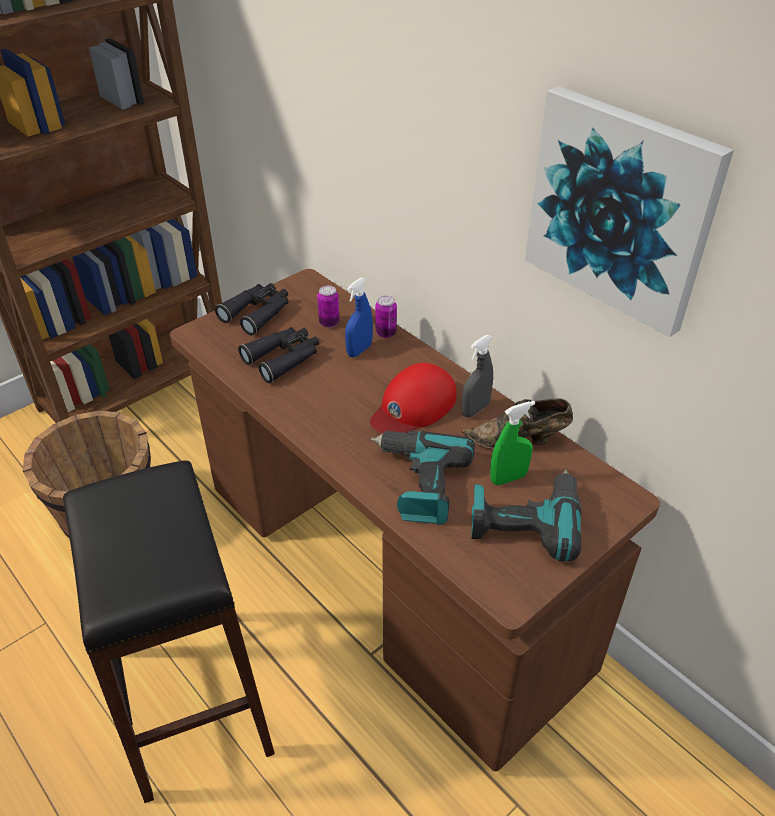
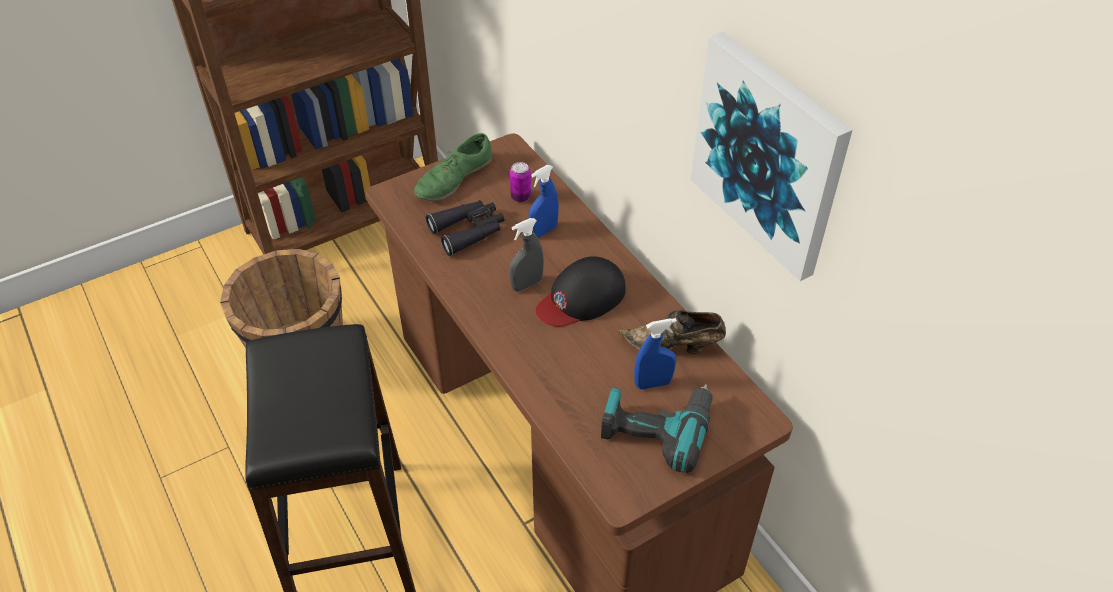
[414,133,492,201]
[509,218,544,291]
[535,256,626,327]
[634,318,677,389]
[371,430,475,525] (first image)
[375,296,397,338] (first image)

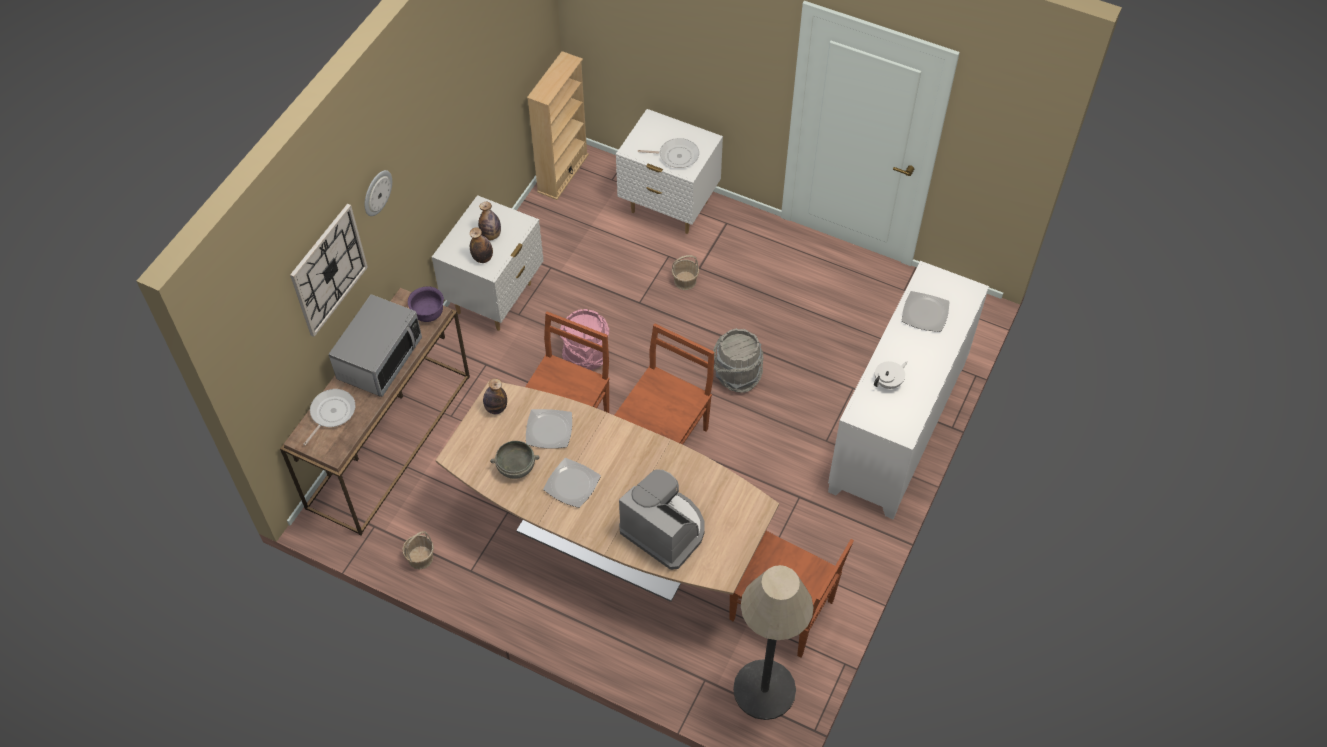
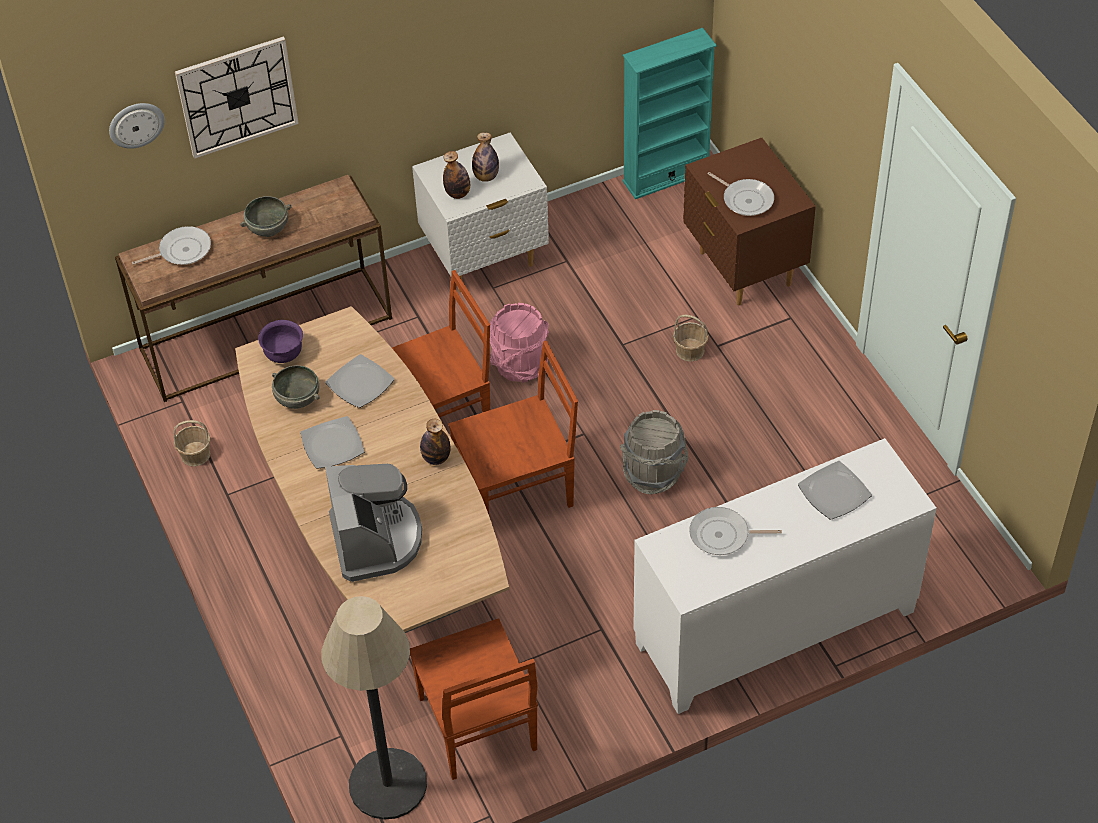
[109,103,165,149]
[241,196,291,237]
[258,320,303,363]
[420,419,451,465]
[622,28,717,199]
[683,138,816,305]
[689,507,782,555]

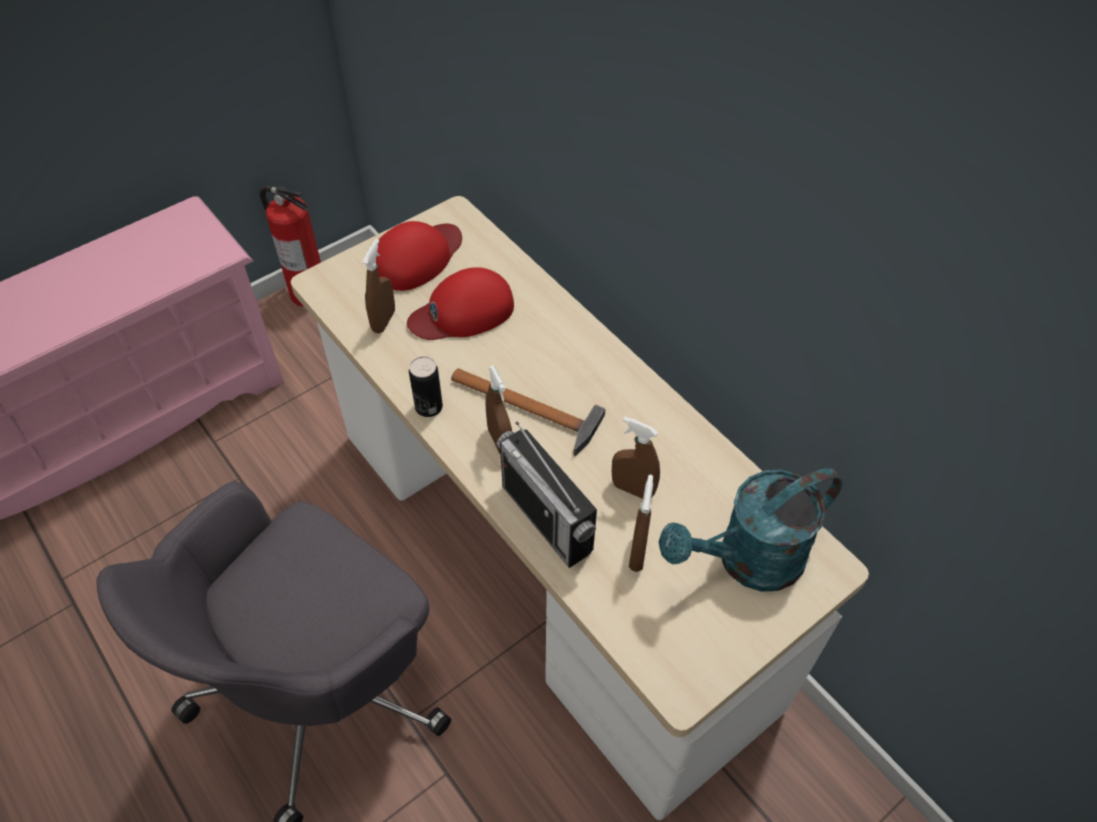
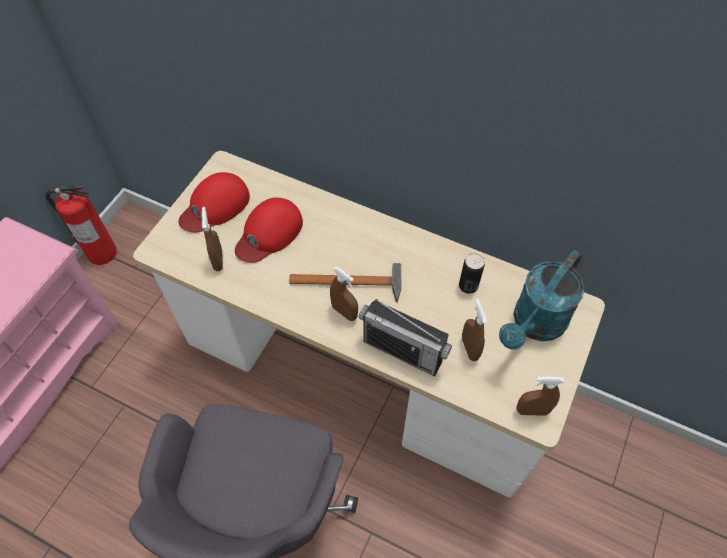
[179,172,250,233]
[459,253,485,294]
[516,376,564,416]

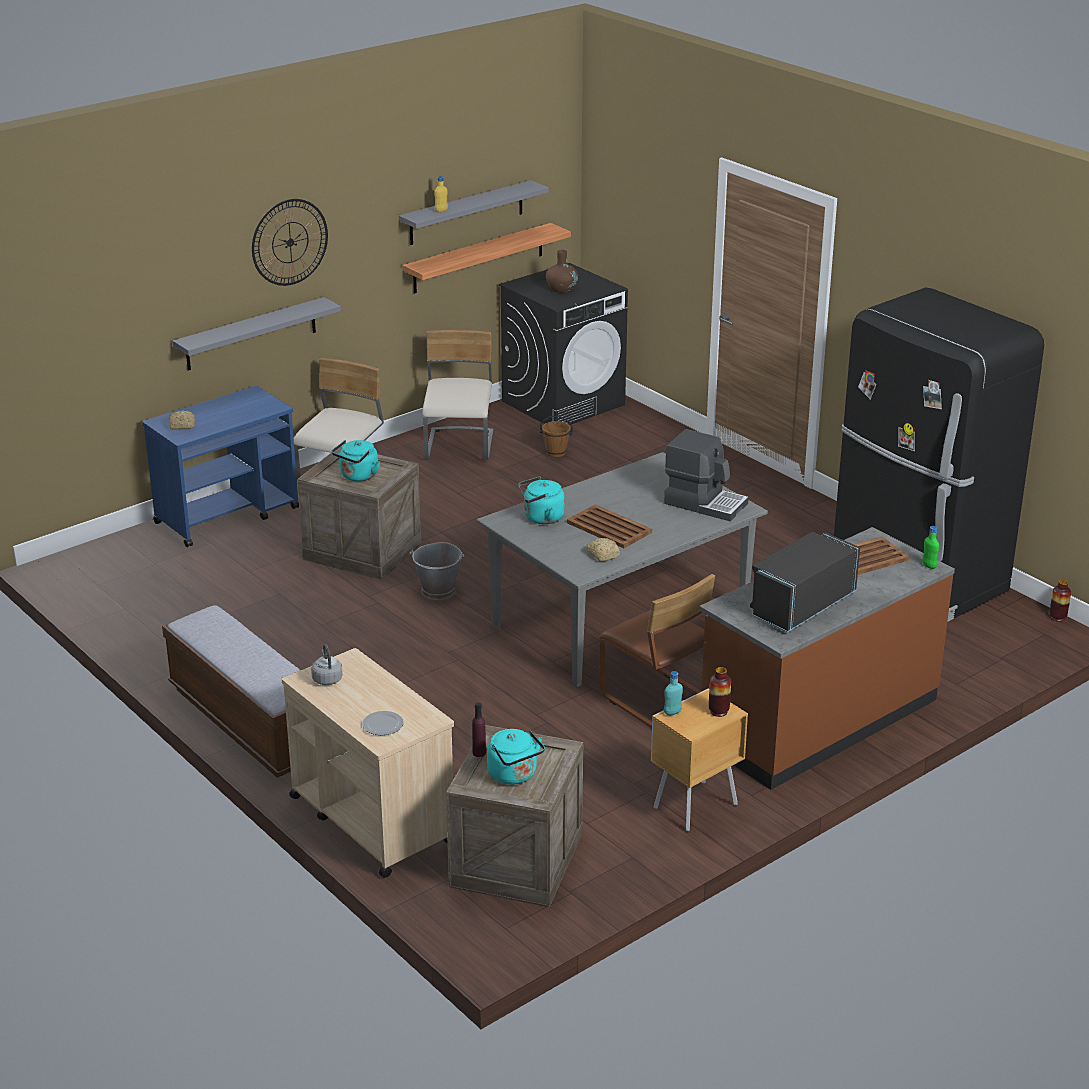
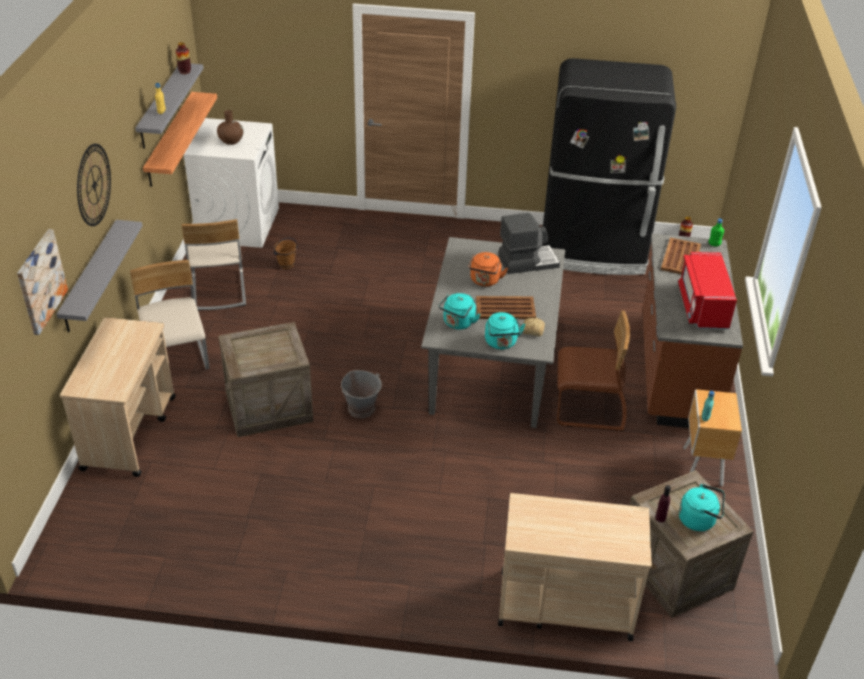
[17,229,68,335]
[60,317,176,477]
[176,42,191,74]
[181,219,246,311]
[184,118,279,248]
[468,252,508,286]
[485,312,526,349]
[678,252,737,329]
[162,605,300,778] (first image)
[169,411,195,430] (first image)
[311,644,343,685] (first image)
[362,711,404,735] (first image)

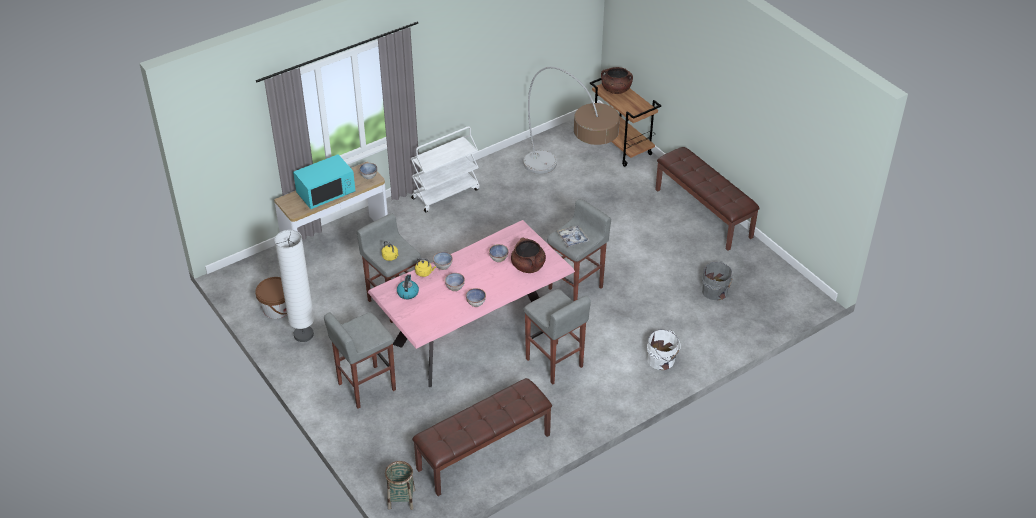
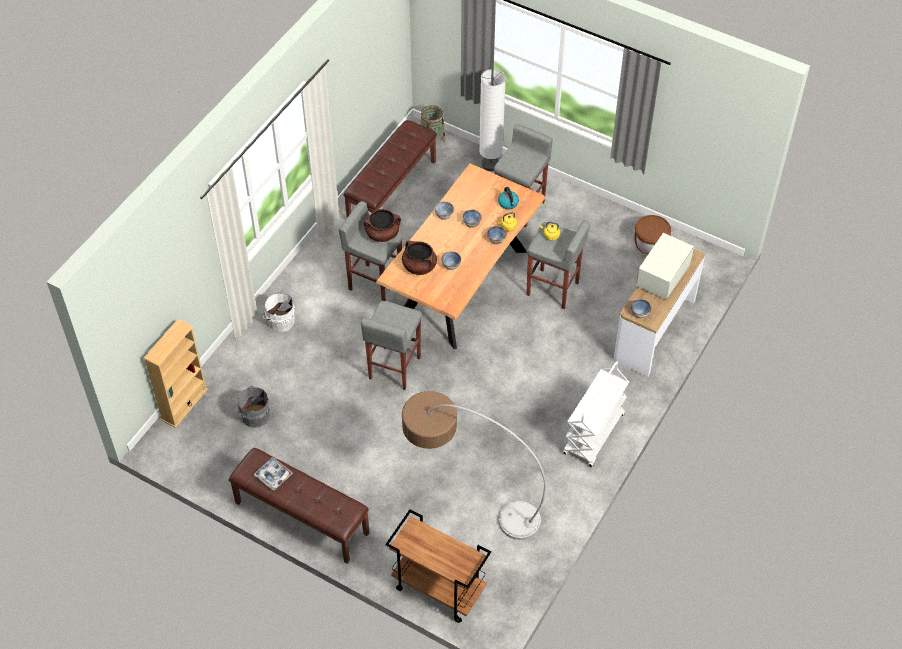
[143,319,208,428]
[253,457,293,490]
[364,209,401,242]
[375,164,546,349]
[479,69,506,171]
[636,233,694,300]

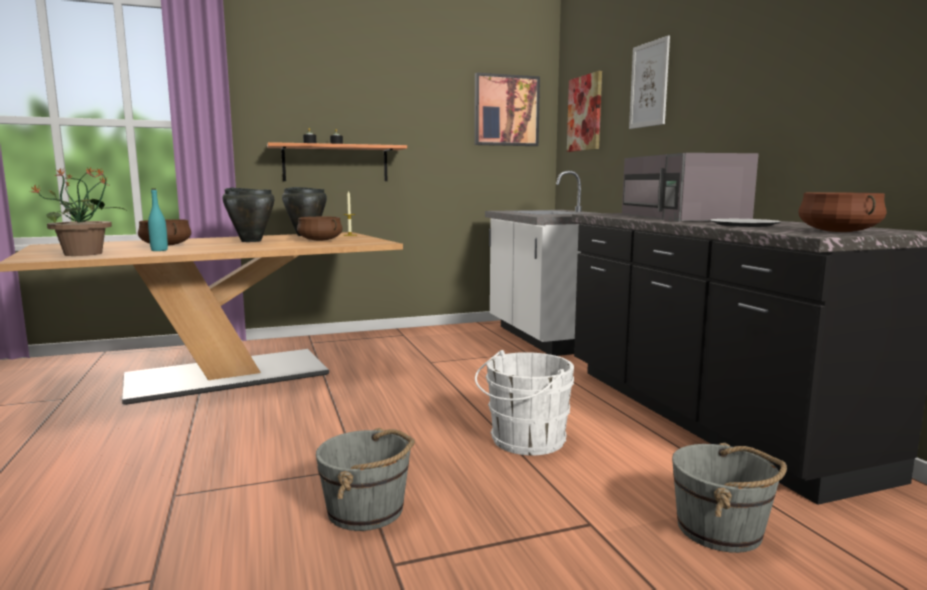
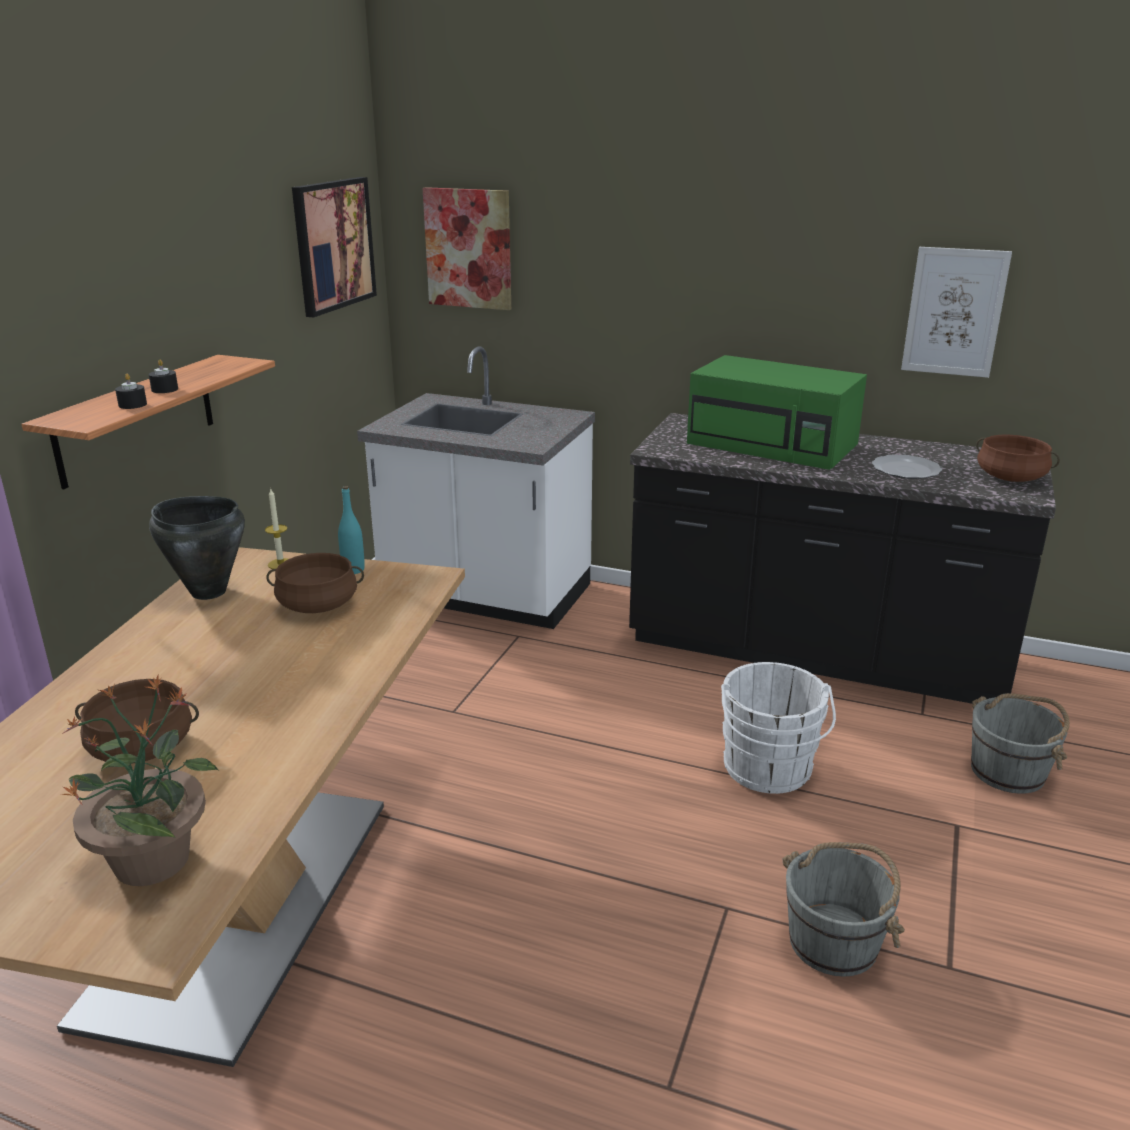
[338,486,365,574]
[687,355,867,470]
[901,247,1012,378]
[222,188,274,242] (first image)

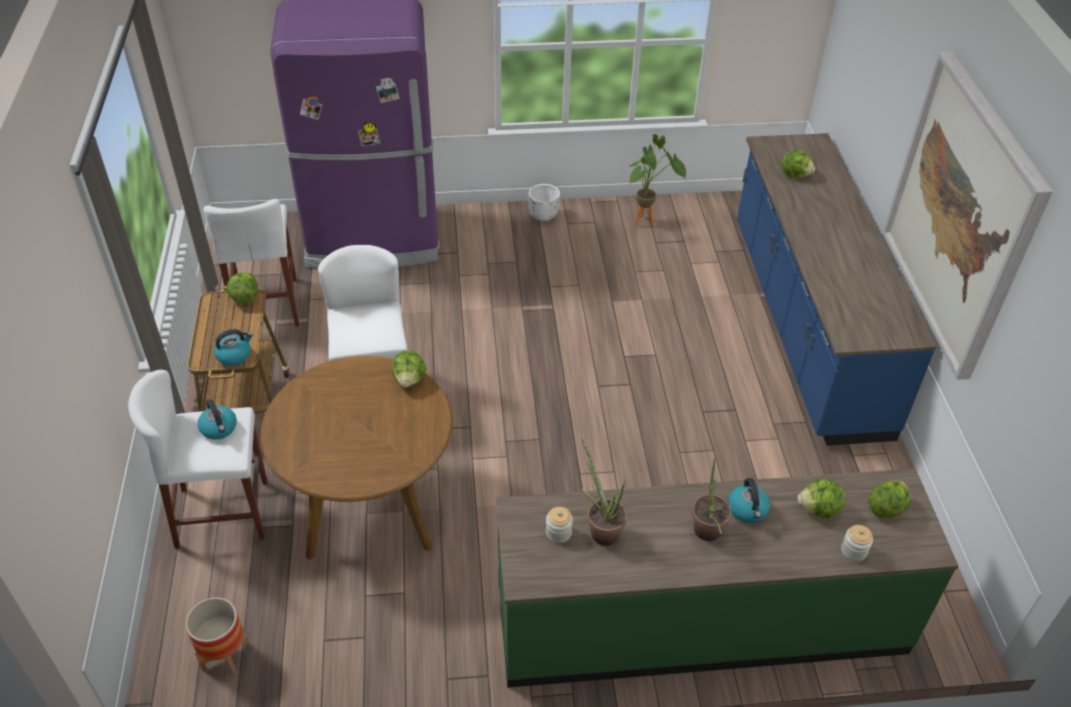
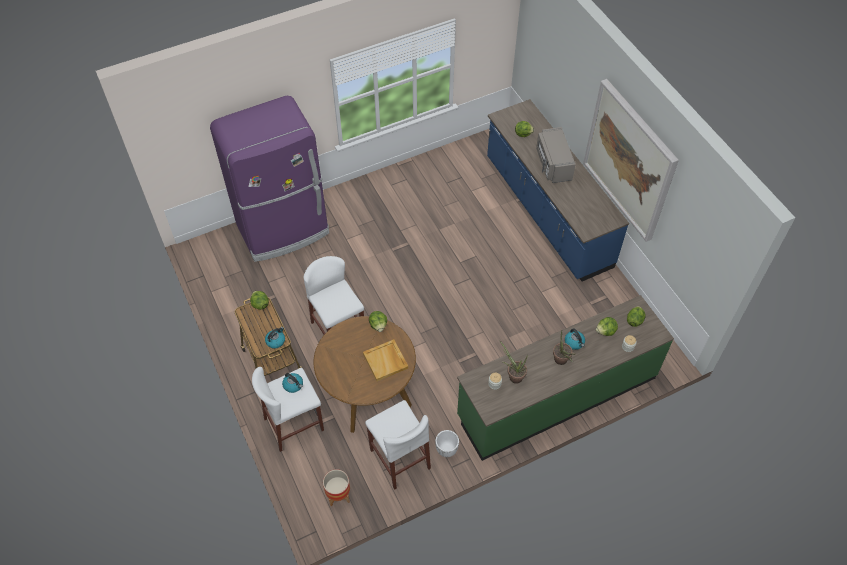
[363,339,408,381]
[365,400,431,490]
[435,430,459,457]
[536,127,576,183]
[629,134,686,226] (first image)

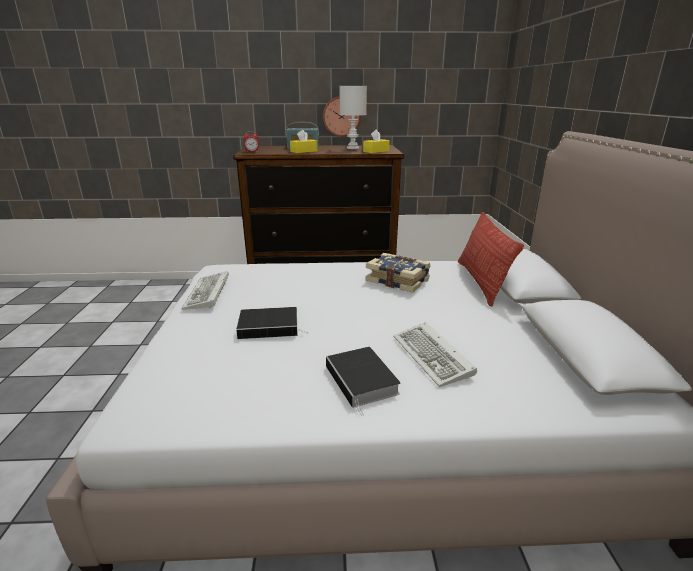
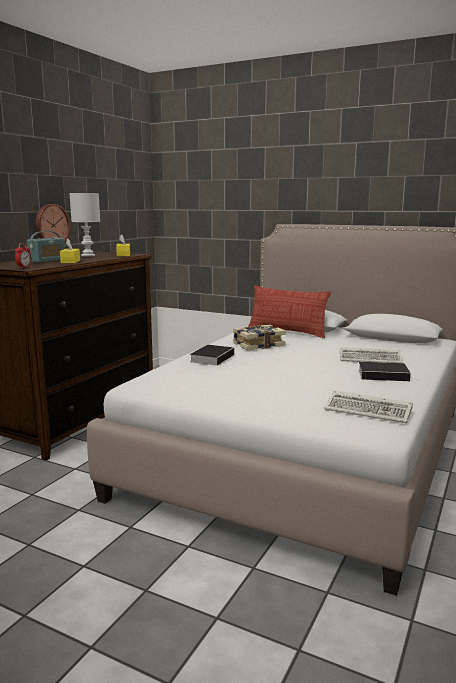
[190,345,234,366]
[325,390,413,423]

